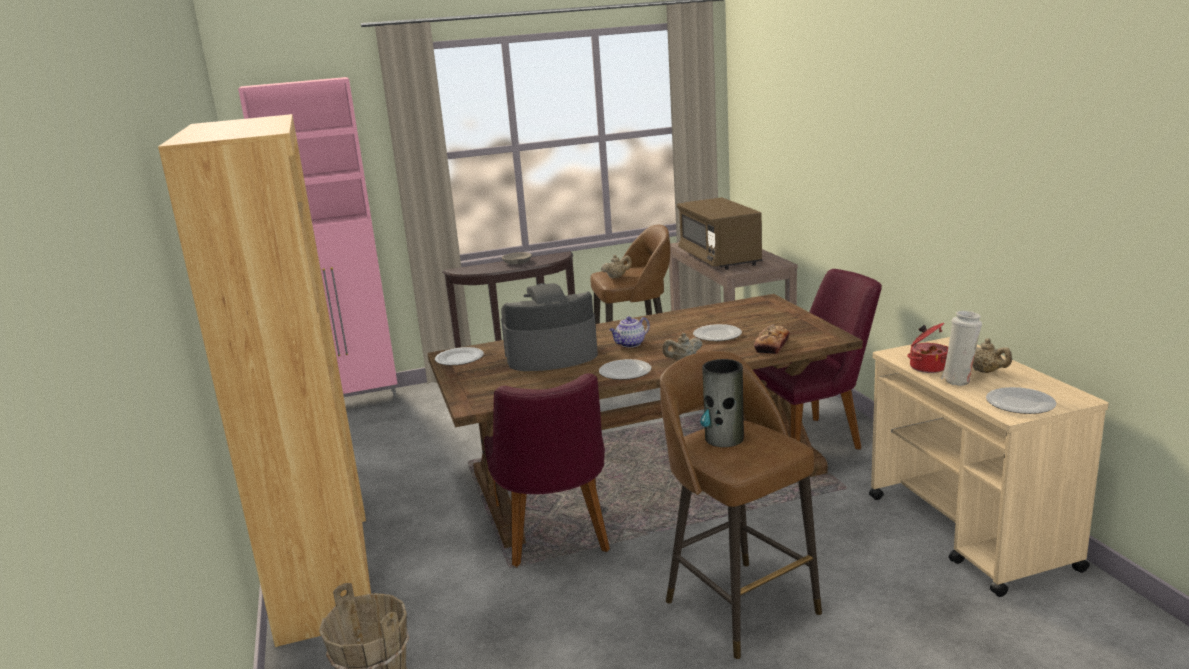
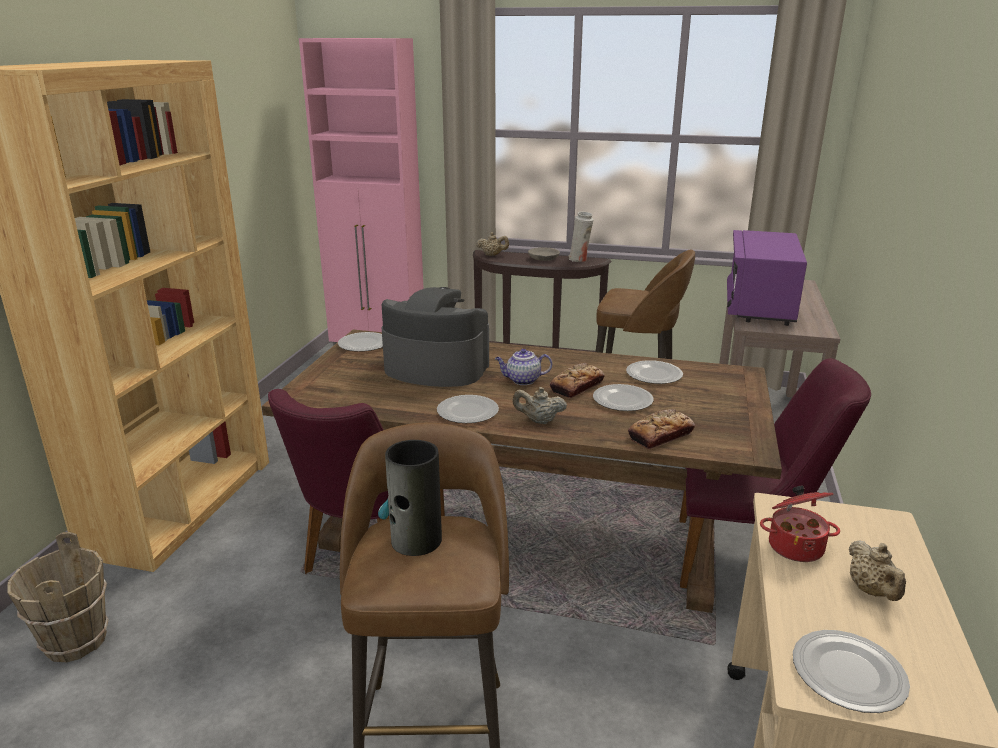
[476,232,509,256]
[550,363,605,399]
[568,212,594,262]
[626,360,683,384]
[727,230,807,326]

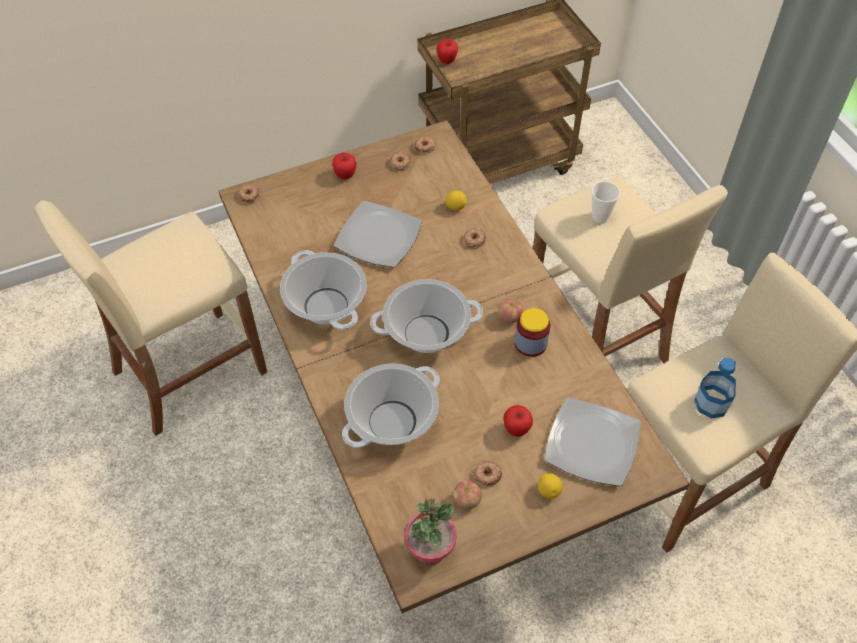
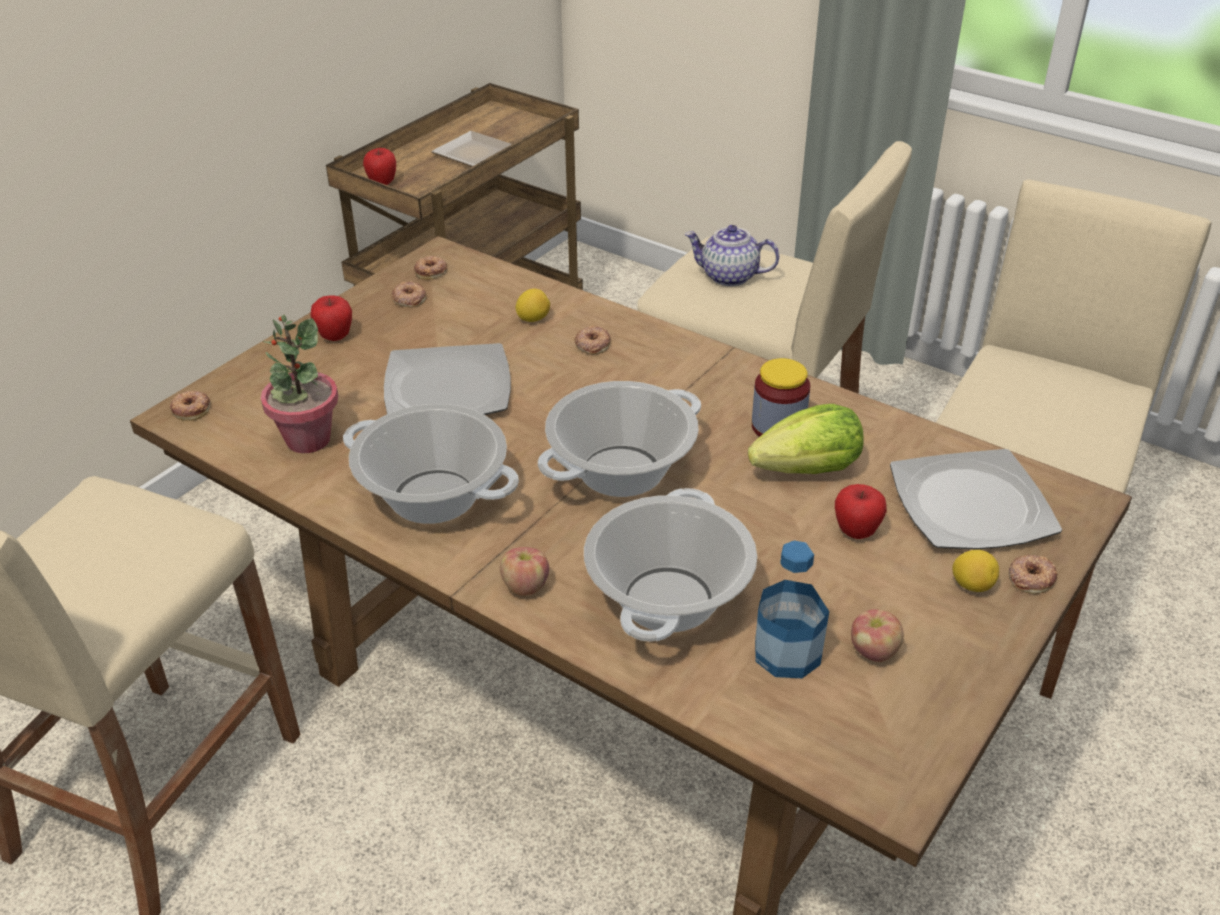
[261,315,338,453]
[431,131,512,167]
[500,547,549,596]
[684,225,779,286]
[748,404,864,474]
[755,540,829,678]
[1009,555,1057,594]

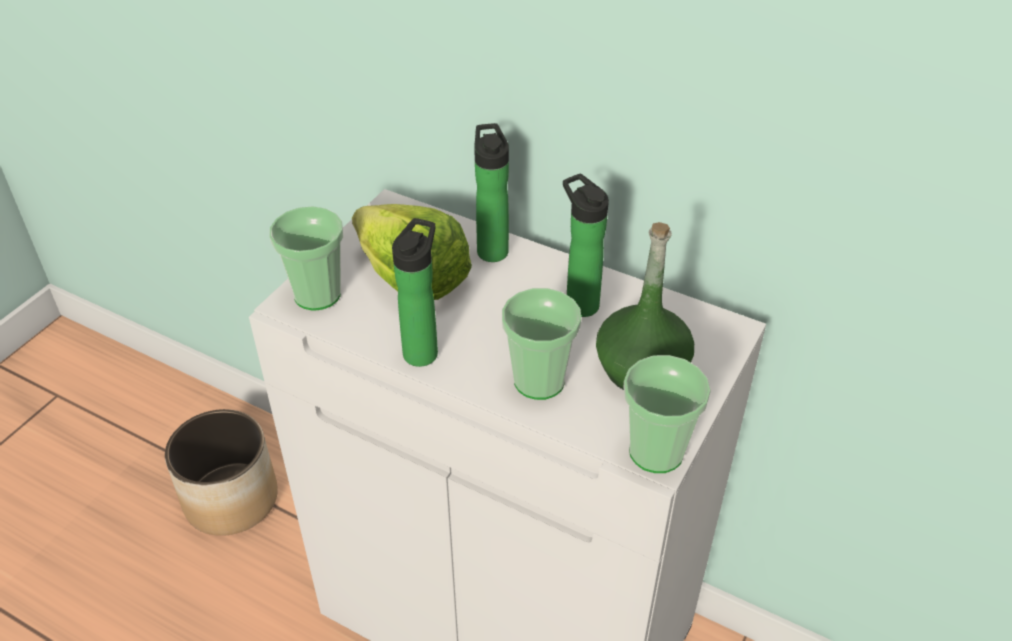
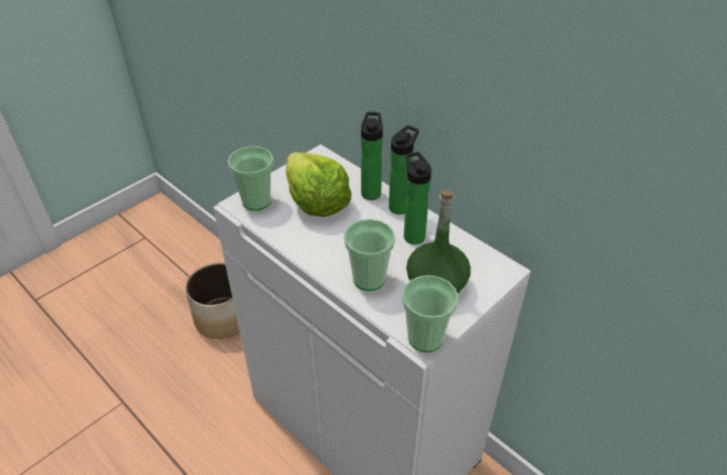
[389,125,419,215]

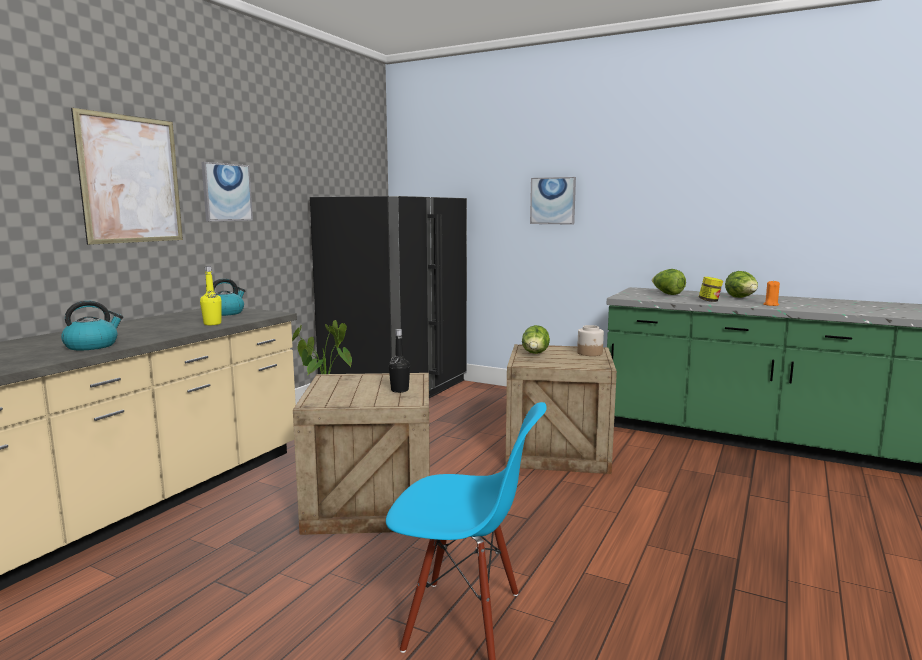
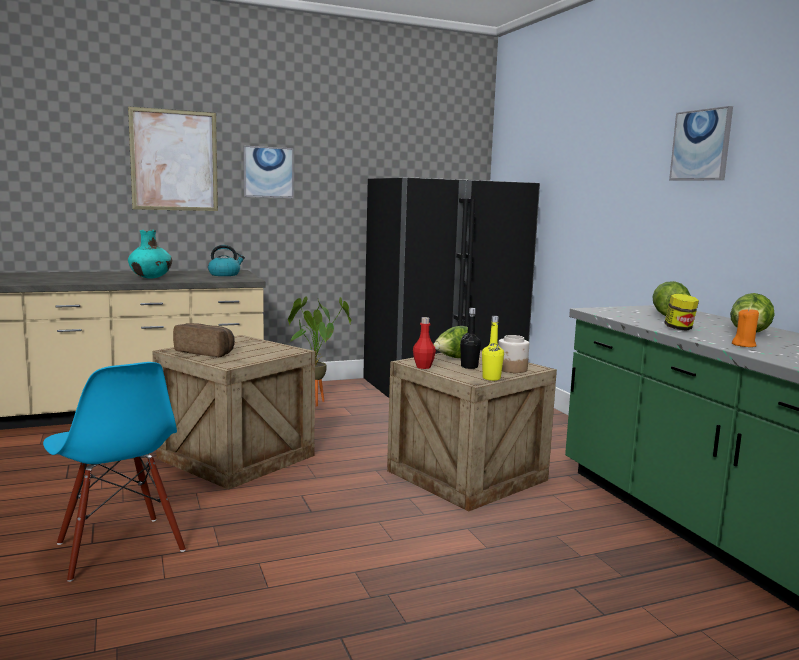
[128,230,172,279]
[173,323,235,357]
[413,317,436,369]
[460,308,481,369]
[482,316,504,381]
[669,106,733,181]
[61,301,123,350] (first image)

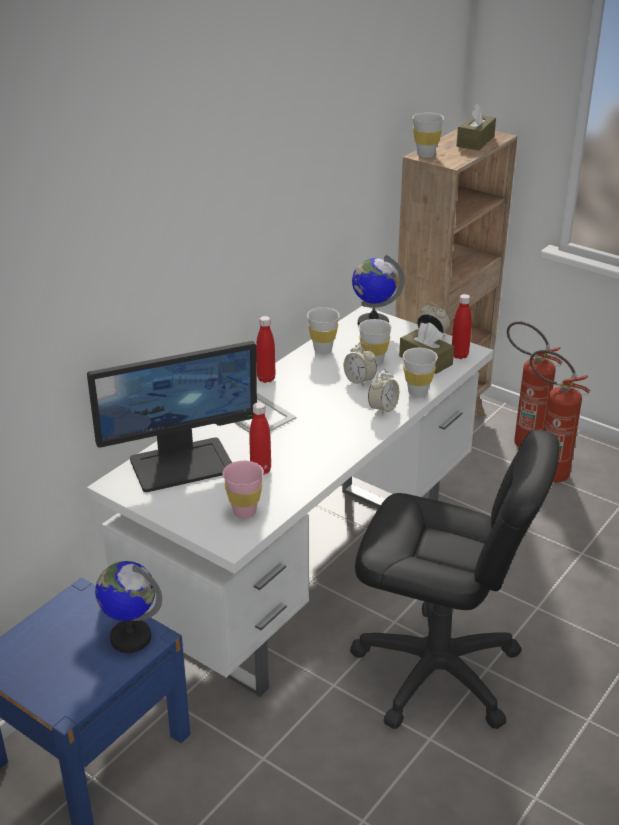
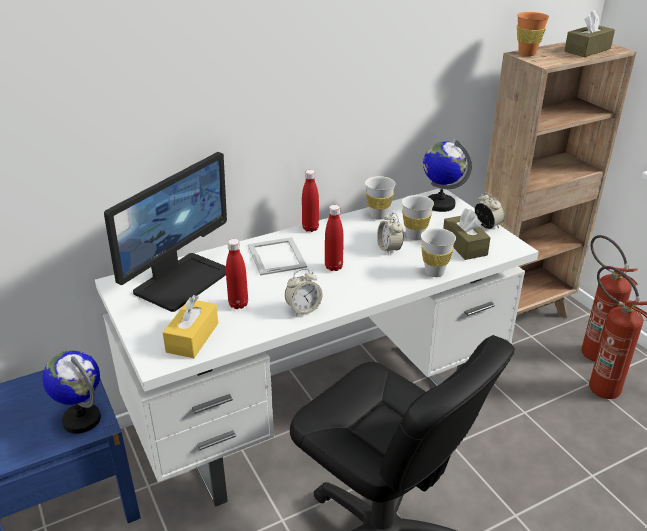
[104,152,227,312]
[163,295,218,358]
[285,269,322,316]
[325,205,344,271]
[517,12,549,56]

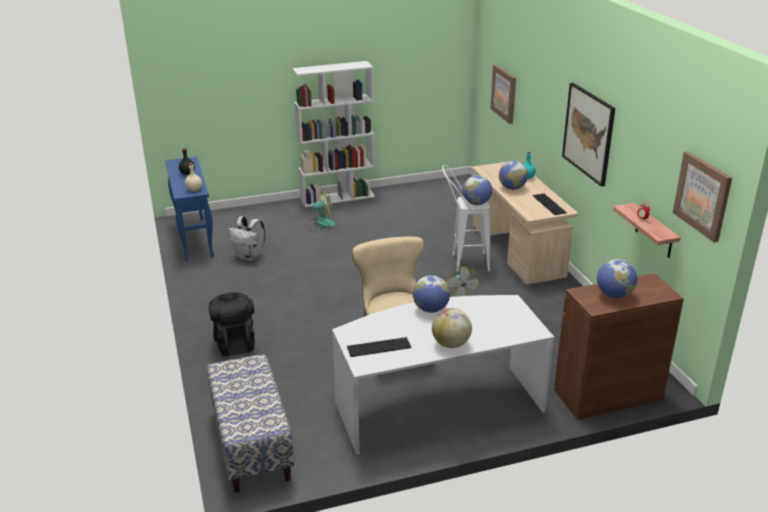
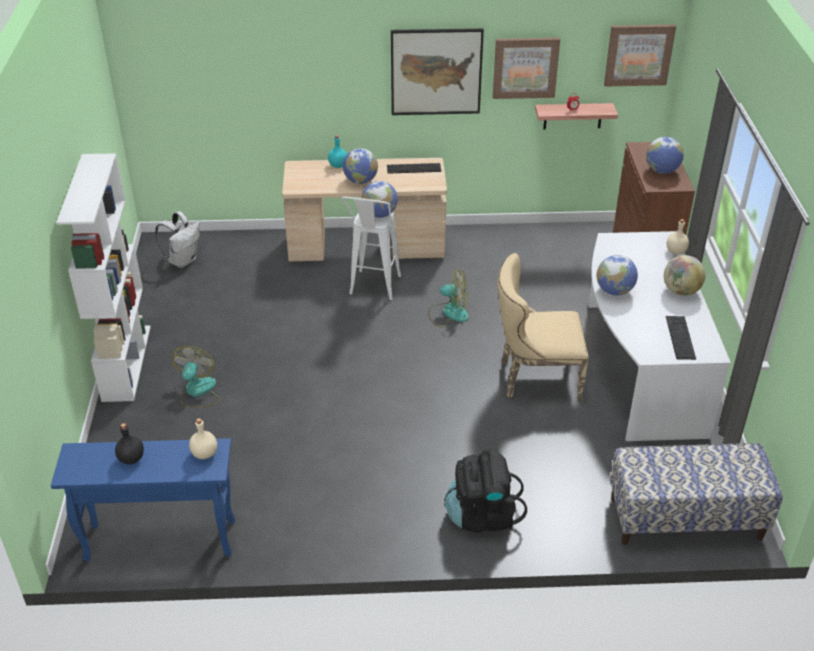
[155,211,200,268]
[493,38,560,99]
[666,219,689,255]

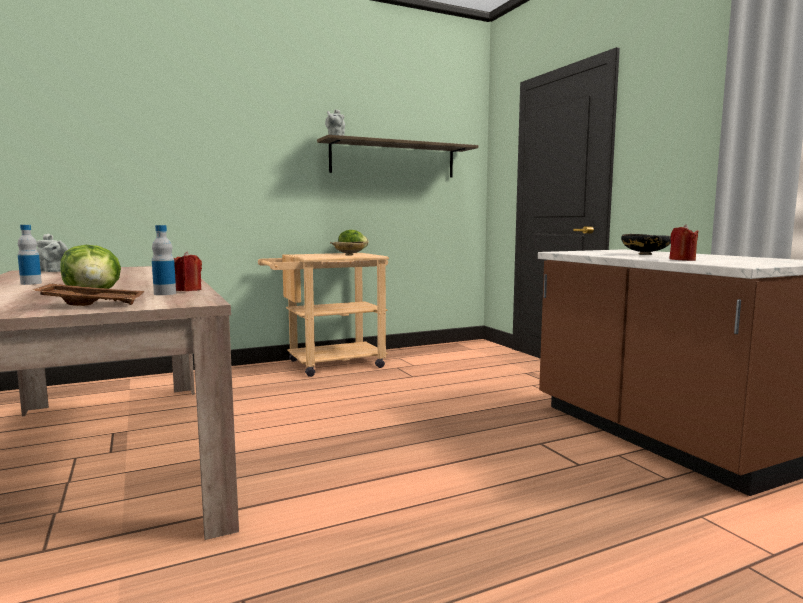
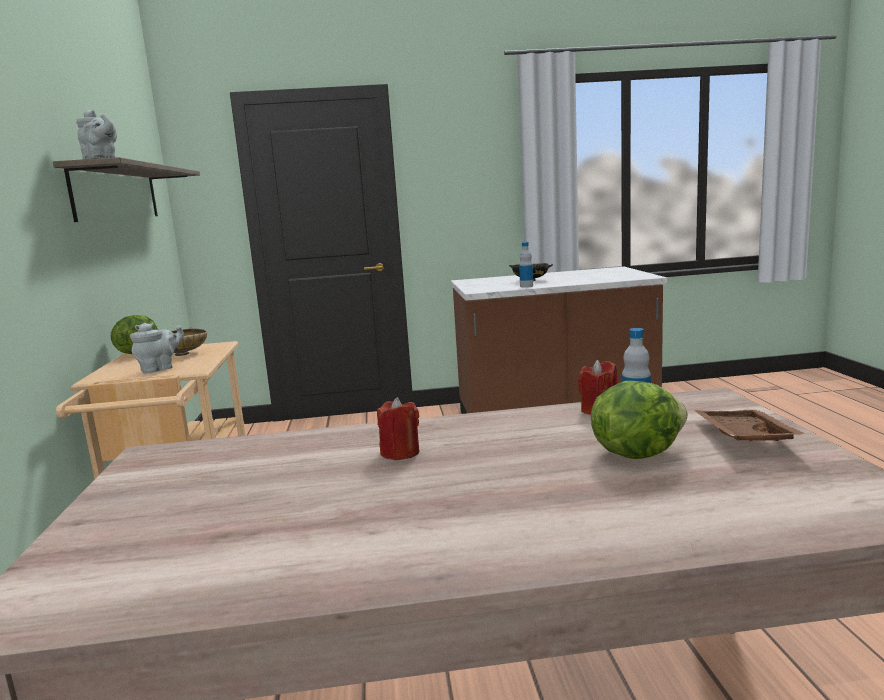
[130,323,184,374]
[377,397,419,460]
[519,242,533,288]

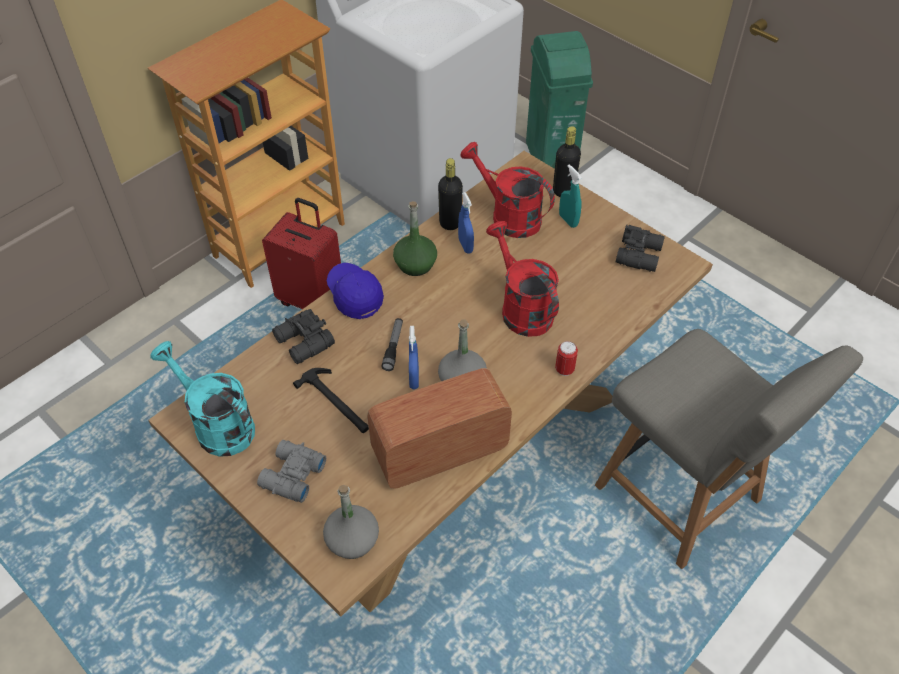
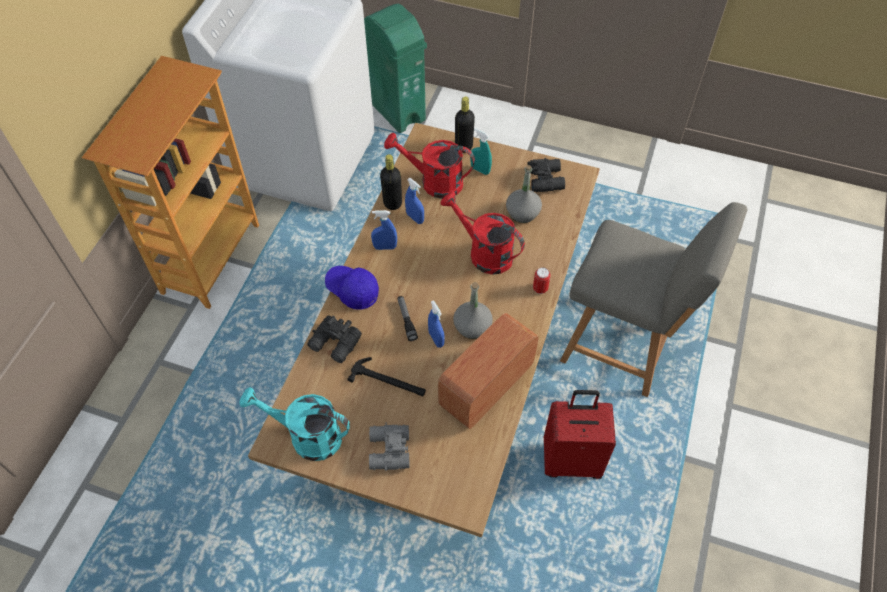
[371,210,397,250]
[506,165,542,223]
[544,390,616,479]

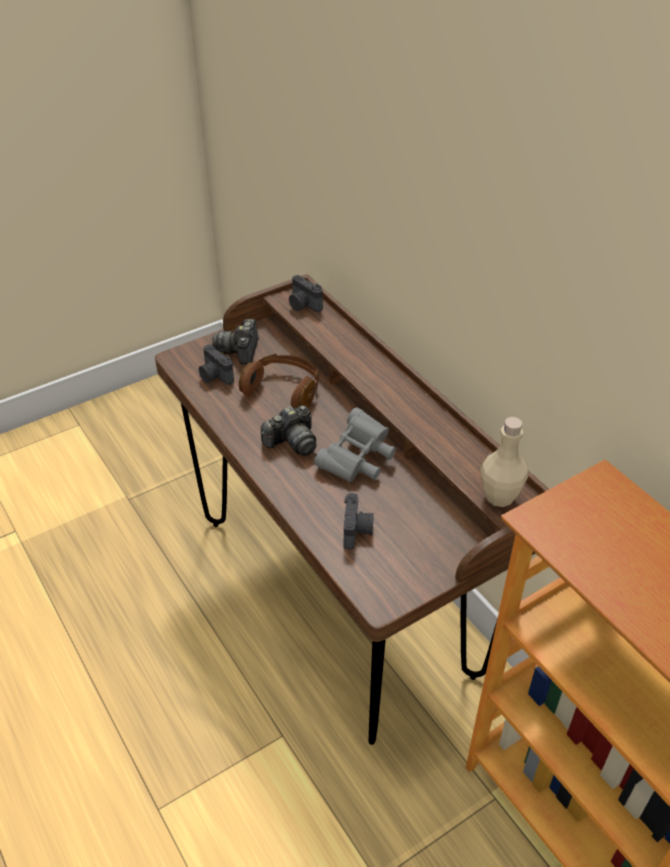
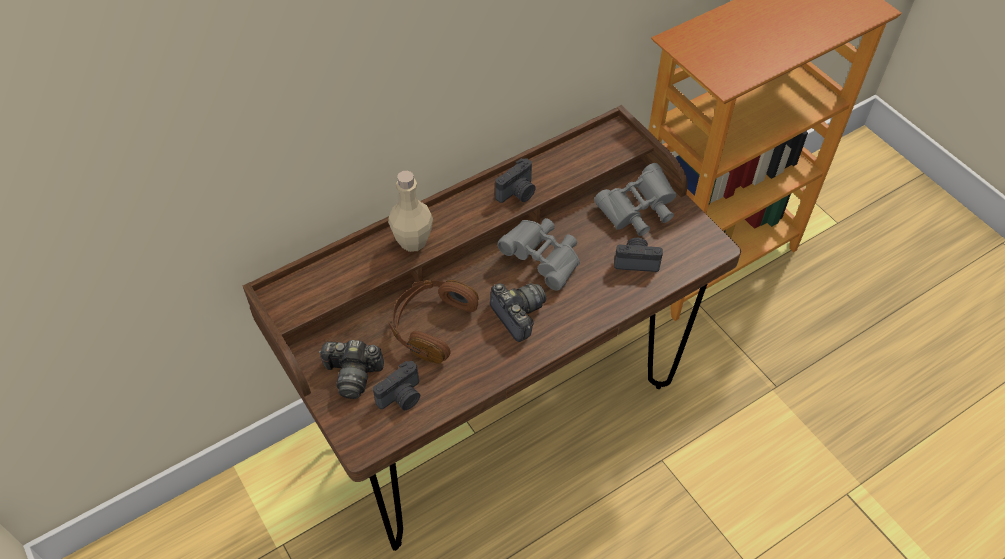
[388,171,433,252]
[495,158,536,203]
[594,163,677,236]

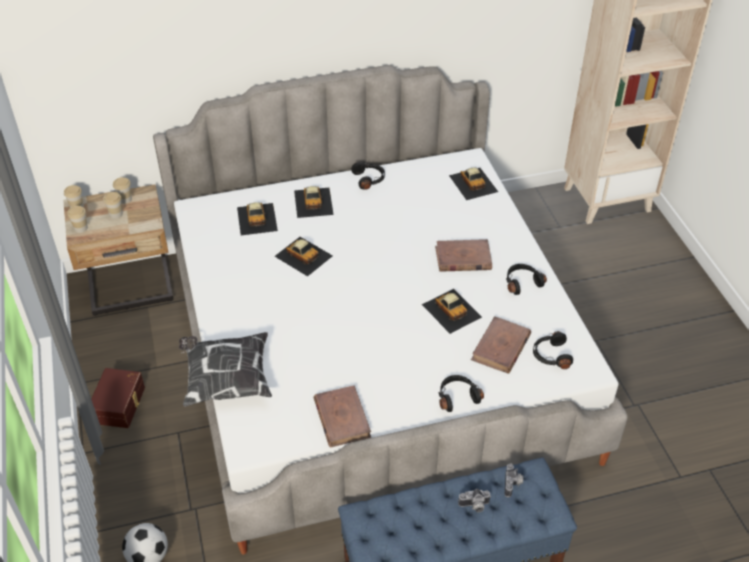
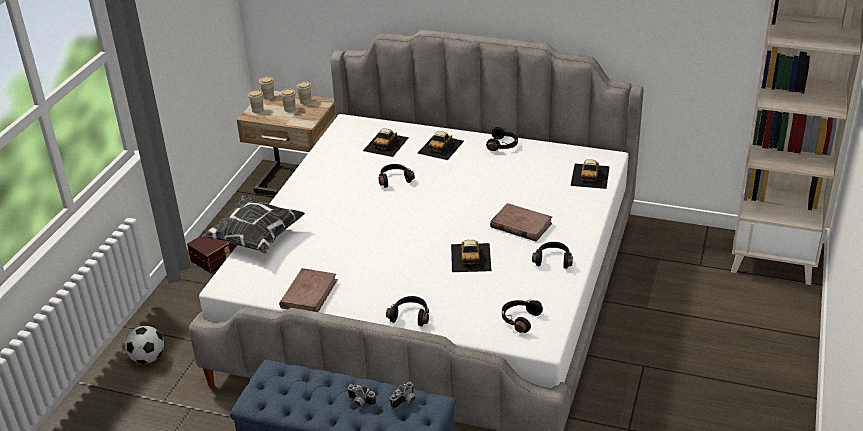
[379,164,415,188]
[471,316,531,374] (first image)

